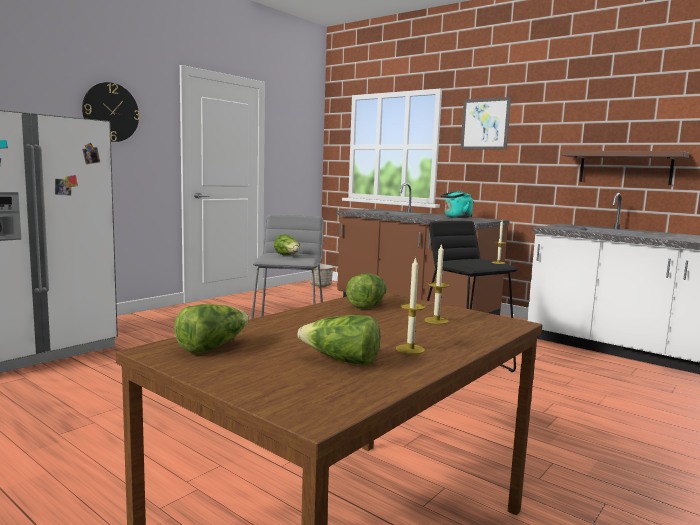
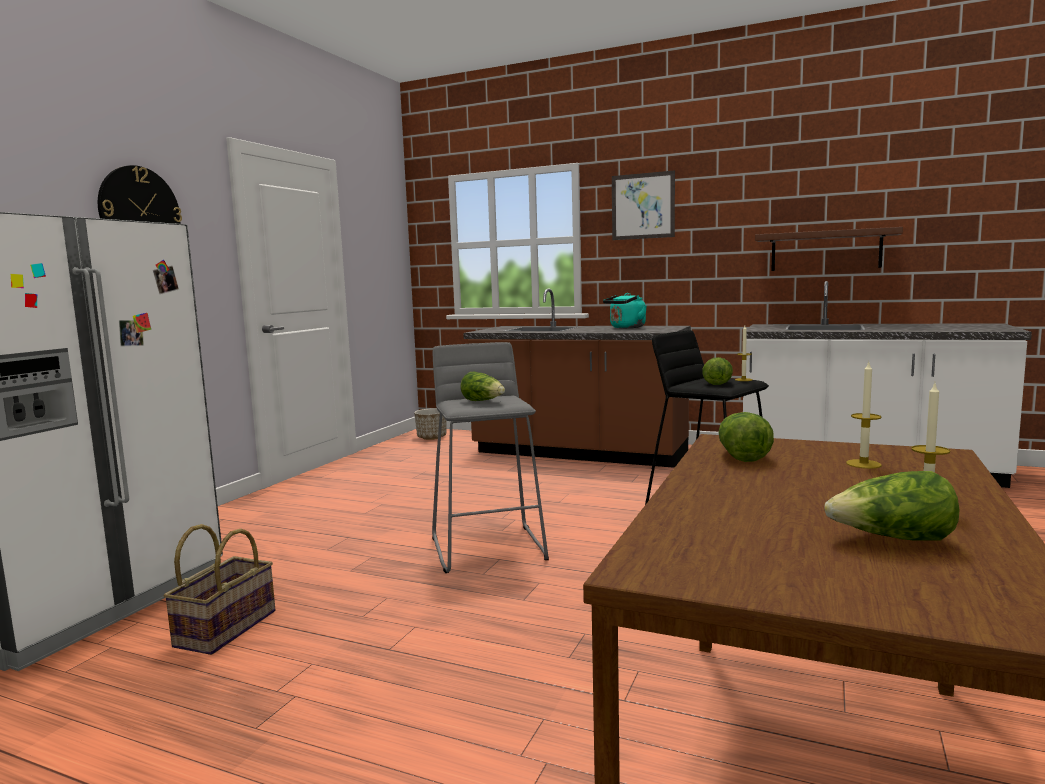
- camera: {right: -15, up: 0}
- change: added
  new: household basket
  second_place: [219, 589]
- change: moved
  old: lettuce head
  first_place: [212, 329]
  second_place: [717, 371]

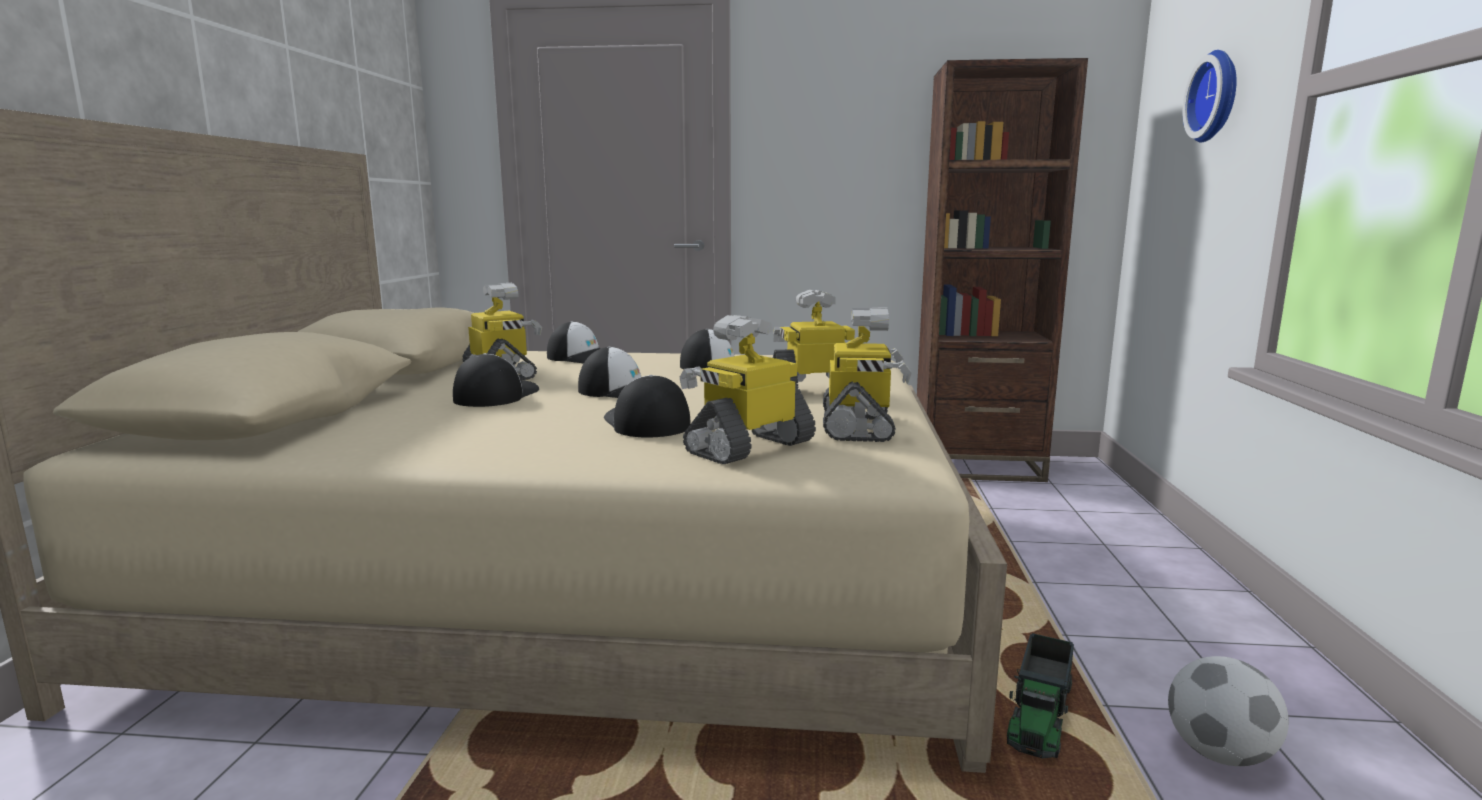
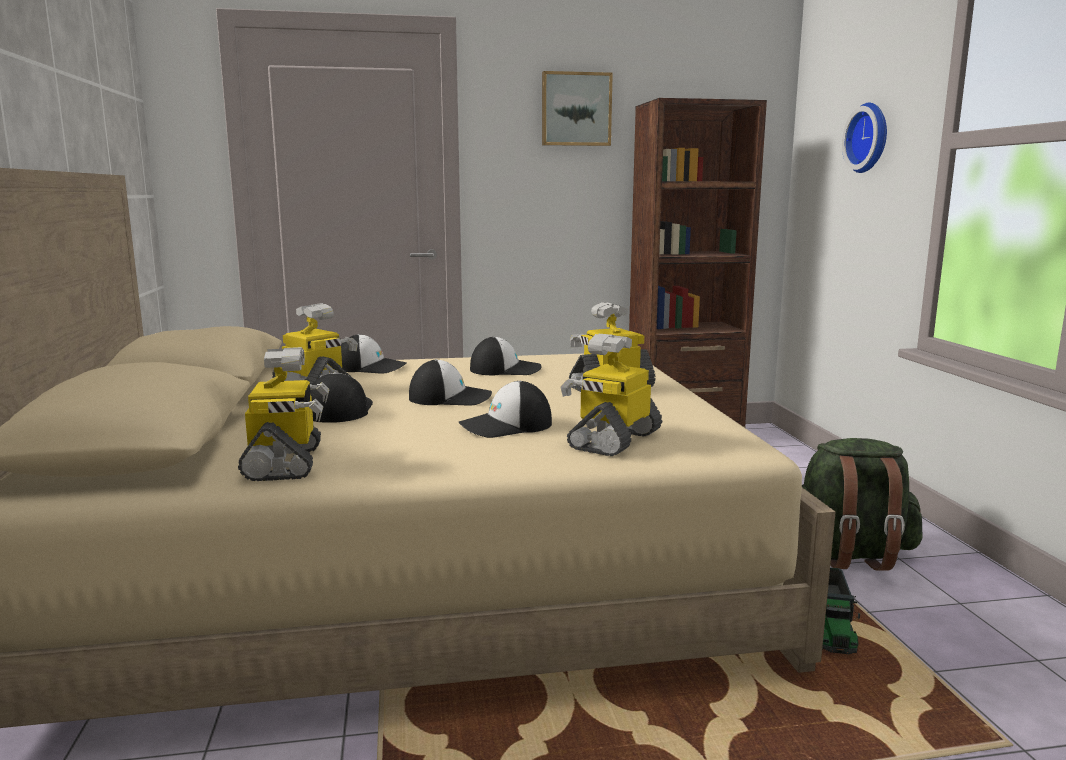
- camera: {right: -15, up: 0}
- change: removed
  old: football ball
  first_place: [1228, 711]
- change: added
  new: wall picture
  second_place: [577, 108]
- change: added
  new: greenish knapsack
  second_place: [862, 504]
- change: moved
  old: robot figure
  first_place: [867, 375]
  second_place: [283, 414]
- change: turned
  old: peaked cap
  first_place: [647, 406]
  second_place: [505, 409]
  degrees: -75

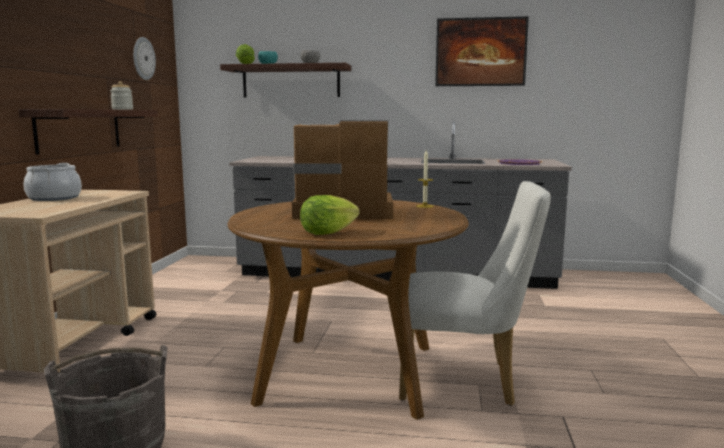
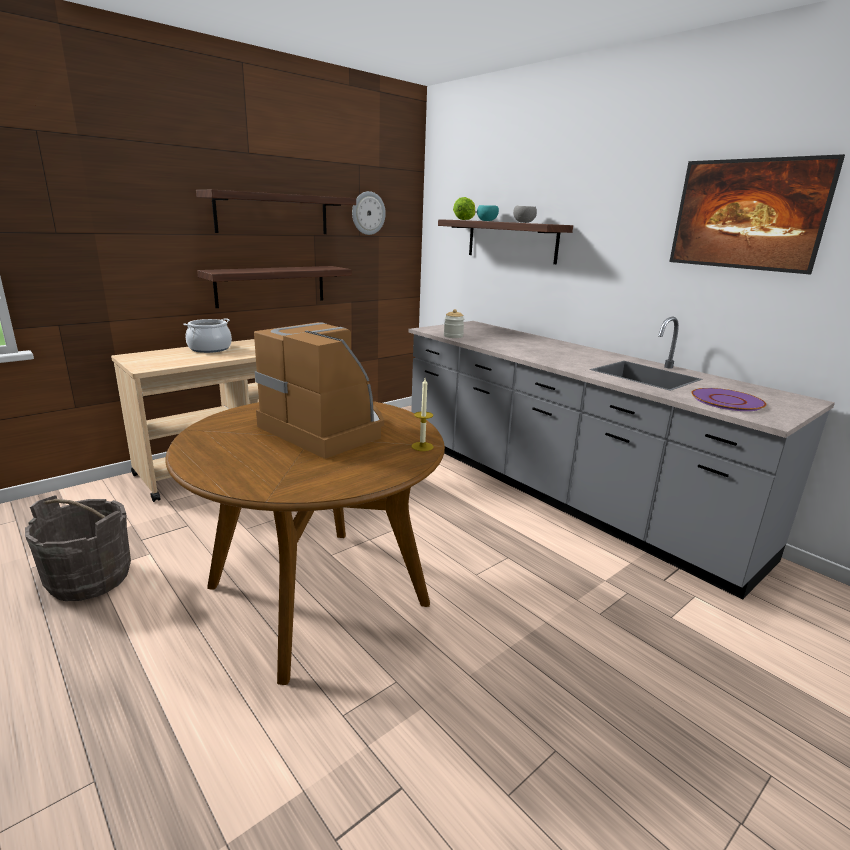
- camera: {right: 40, up: 10}
- change: removed
  old: lettuce head
  first_place: [330, 215]
- change: removed
  old: white-coloured upright chair
  first_place: [475, 293]
- change: added
  new: wall shelf
  second_place: [276, 212]
- change: moved
  old: storage jar
  first_place: [121, 95]
  second_place: [454, 323]

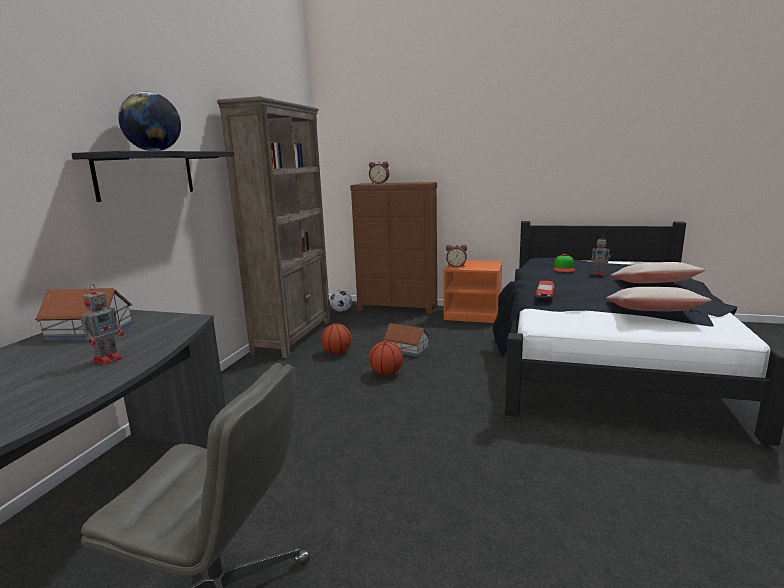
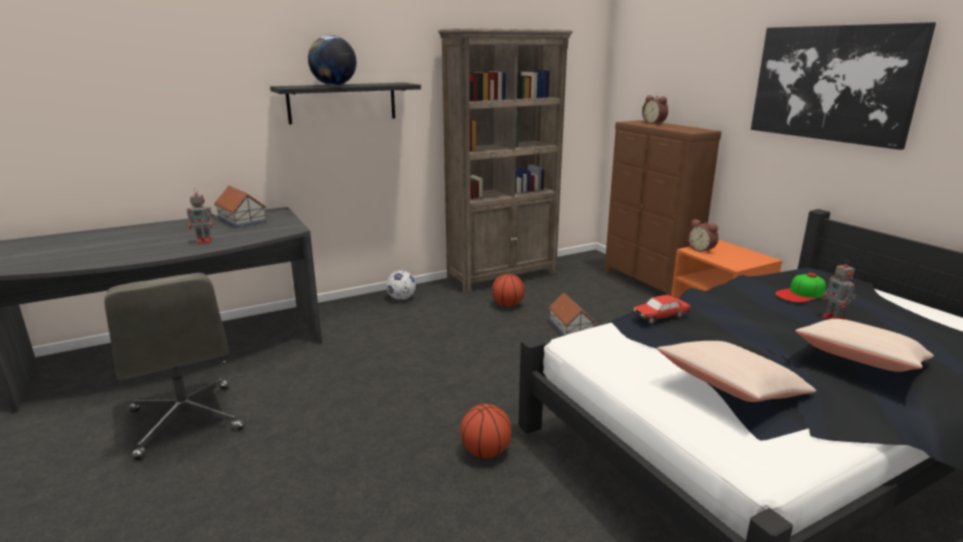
- camera: {right: 45, up: 5}
- change: added
  new: wall picture
  second_place: [843, 86]
- change: moved
  old: football ball
  first_place: [341, 301]
  second_place: [401, 285]
- change: moved
  old: basketball
  first_place: [386, 358]
  second_place: [486, 431]

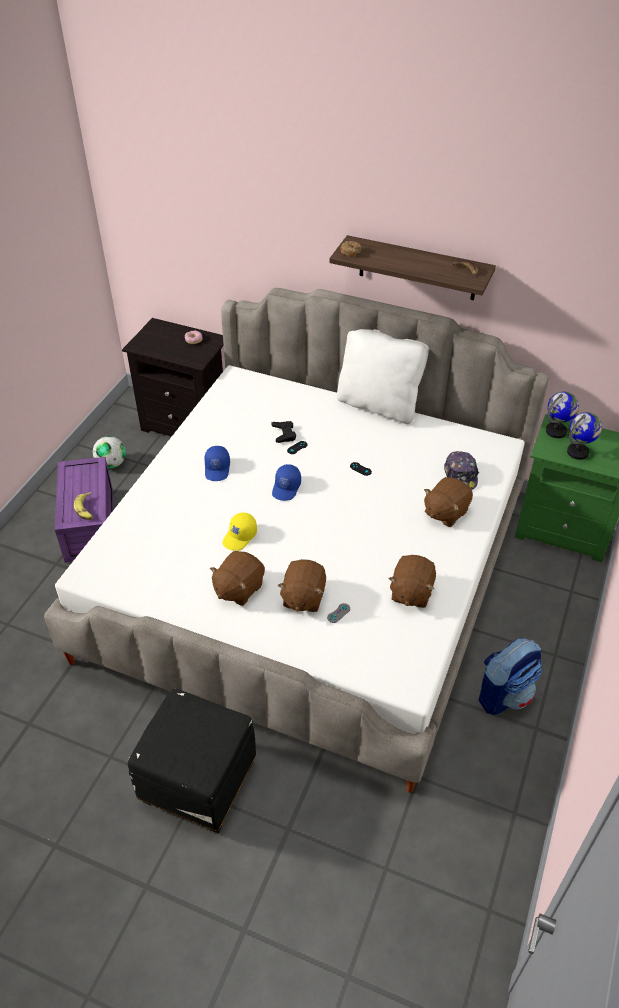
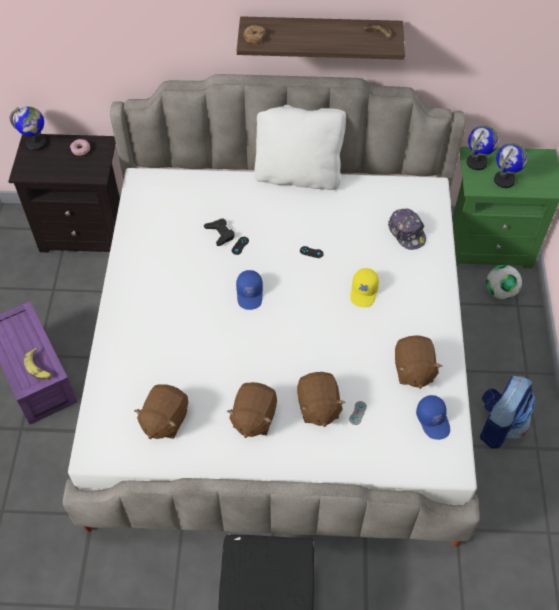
- camera: {right: -20, up: 10}
- change: added
  new: world globe
  second_place: [28, 129]
- change: moved
  old: football ball
  first_place: [109, 452]
  second_place: [504, 282]
- change: moved
  old: blue-coloured peaked cap
  first_place: [217, 463]
  second_place: [433, 417]
- change: moved
  old: yellow peaked cap
  first_place: [239, 531]
  second_place: [364, 288]
- change: moved
  old: brown cuddly toy
  first_place: [448, 502]
  second_place: [161, 411]

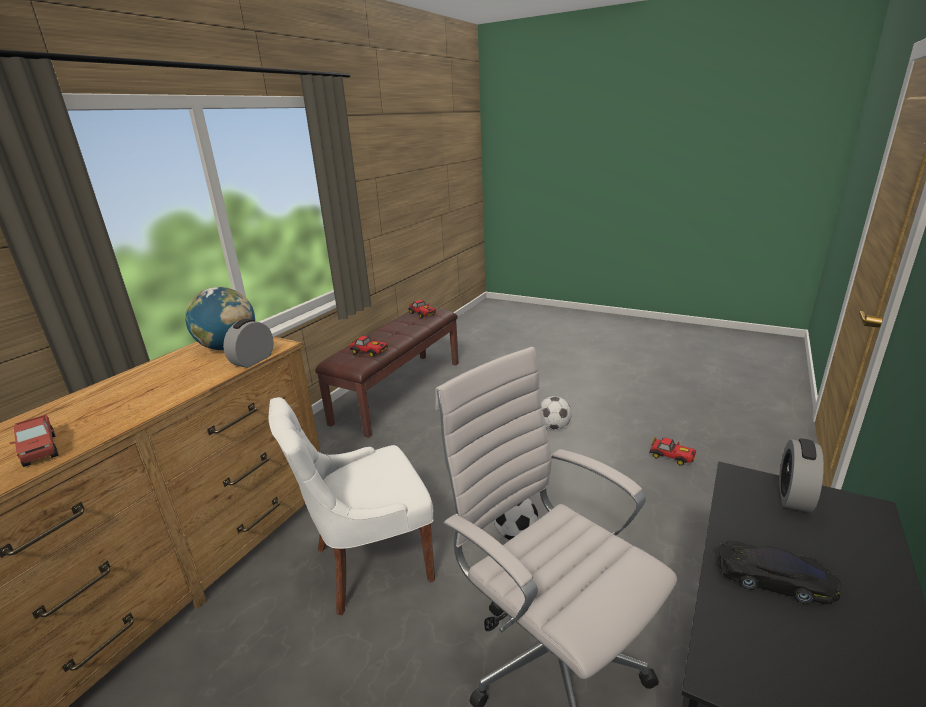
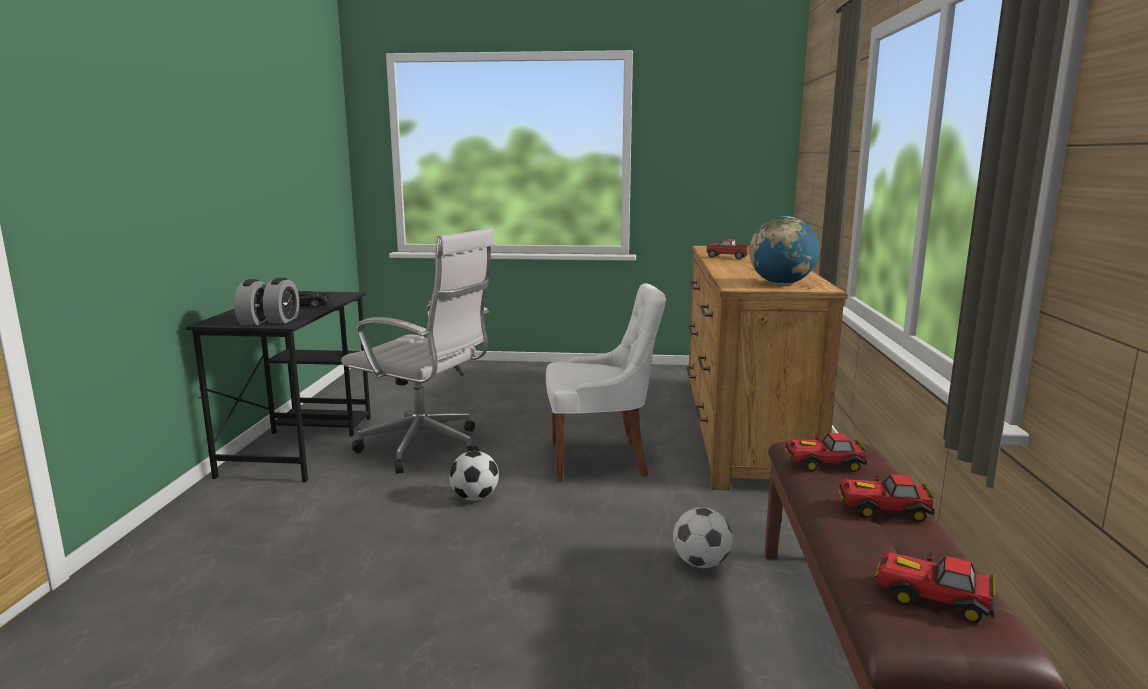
- camera: {right: 155, up: -10}
- change: moved
  old: bedside clock
  first_place: [248, 343]
  second_place: [281, 301]
- change: moved
  old: football ball
  first_place: [556, 413]
  second_place: [703, 537]
- change: moved
  old: model car
  first_place: [672, 452]
  second_place: [886, 498]
- change: turned
  old: white-coloured upright chair
  first_place: [351, 506]
  second_place: [606, 382]
  degrees: 45

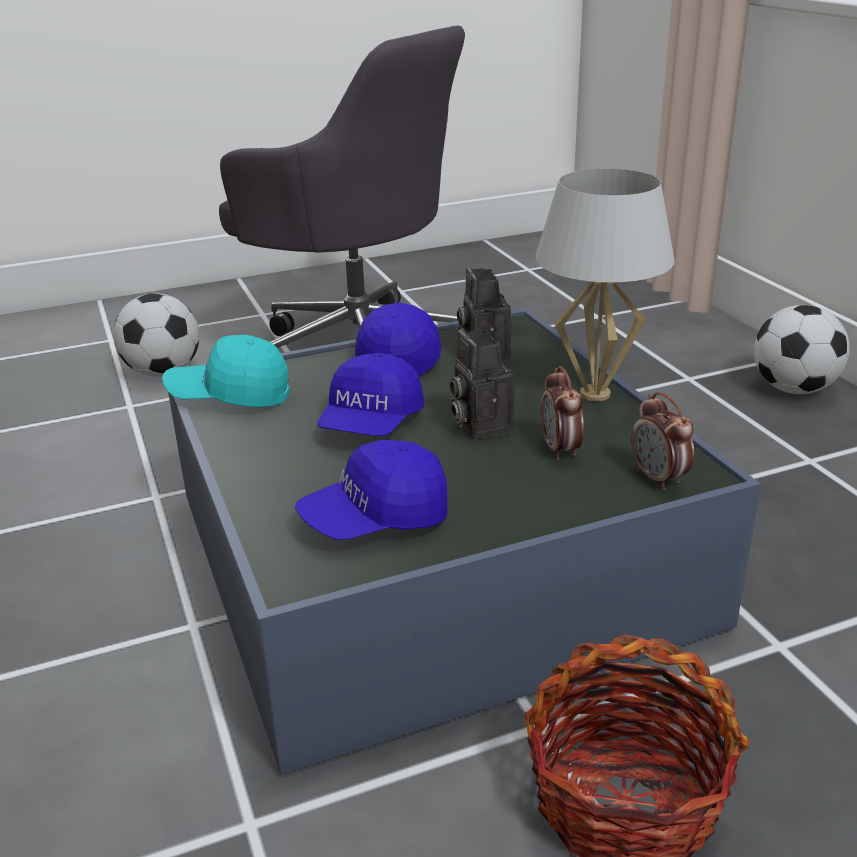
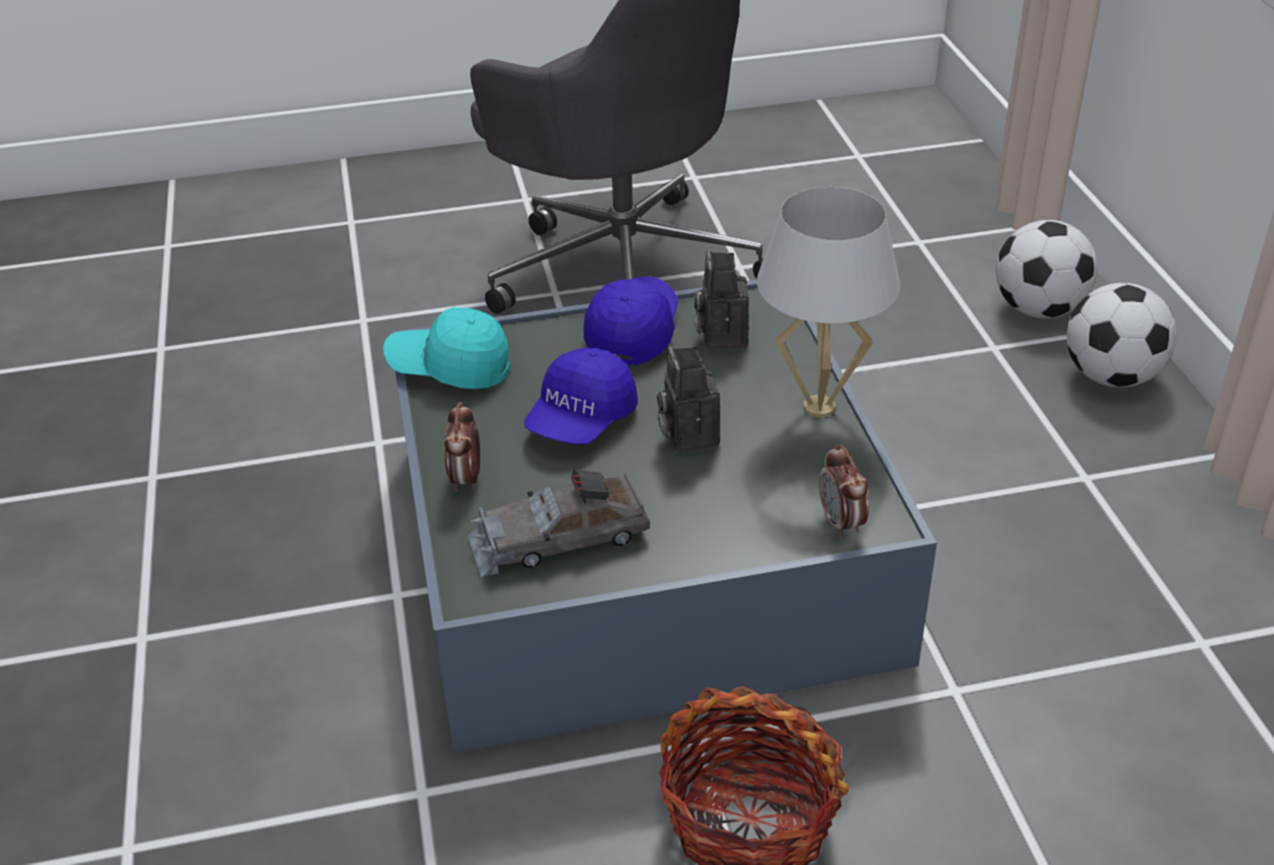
- camera: {right: 10, up: 10}
- change: moved
  old: football ball
  first_place: [156, 335]
  second_place: [1047, 269]
- change: moved
  old: bedside clock
  first_place: [562, 413]
  second_place: [462, 447]
- change: replaced
  old: blue-coloured peaked cap
  new: greyish model car
  first_place: [371, 490]
  second_place: [558, 523]

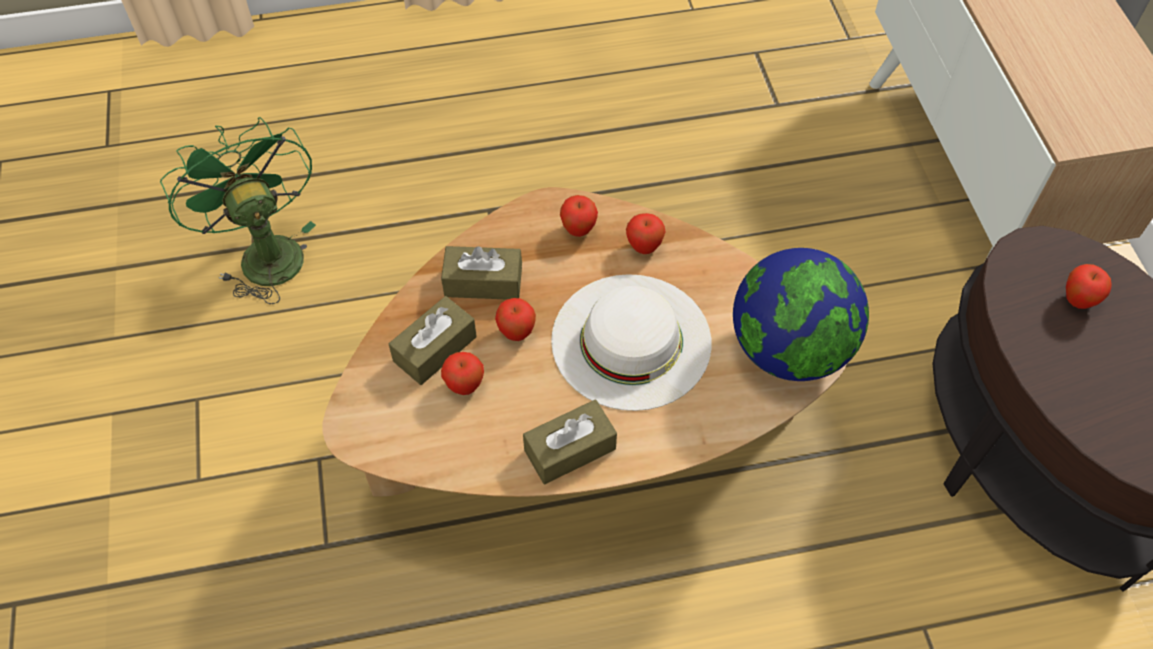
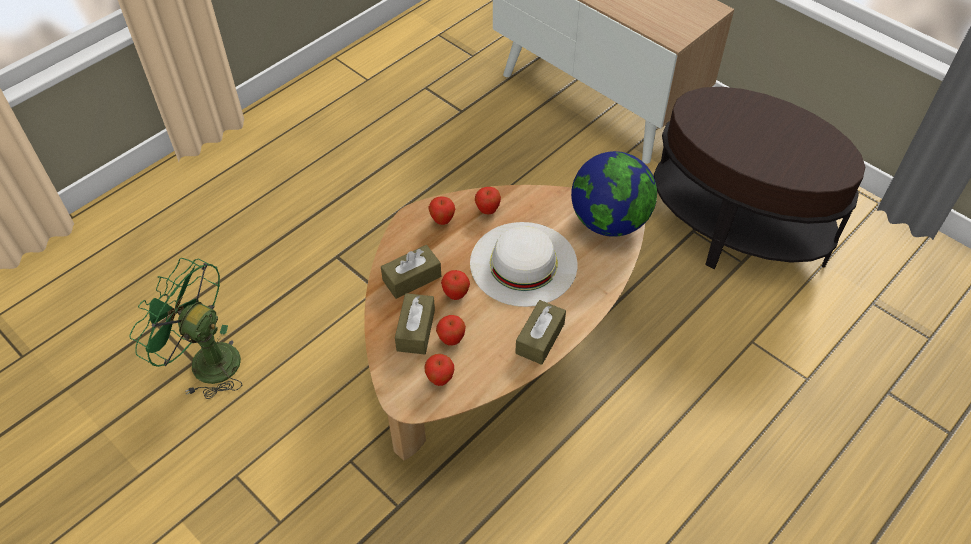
- camera: {right: -35, up: -5}
- change: moved
  old: whole apple
  first_place: [1089, 286]
  second_place: [439, 370]

